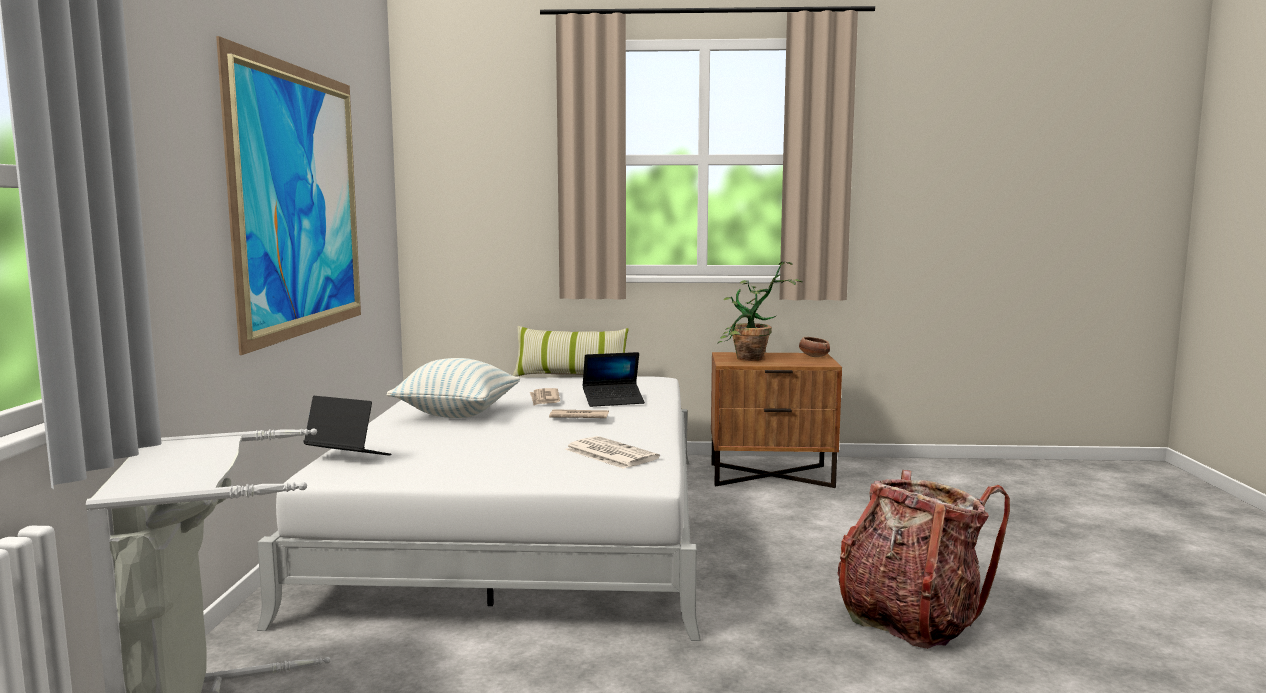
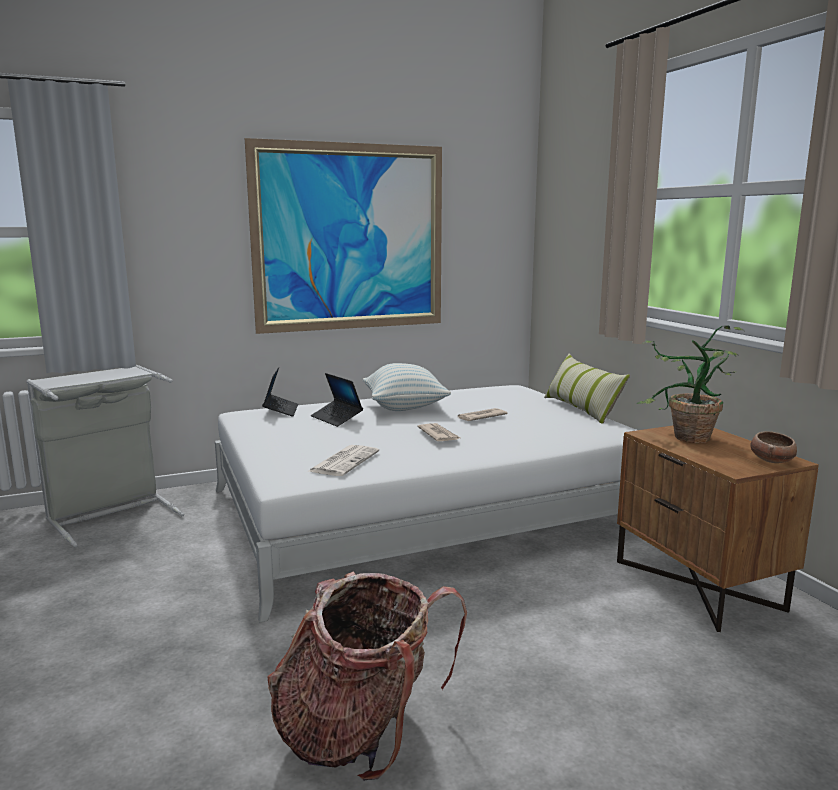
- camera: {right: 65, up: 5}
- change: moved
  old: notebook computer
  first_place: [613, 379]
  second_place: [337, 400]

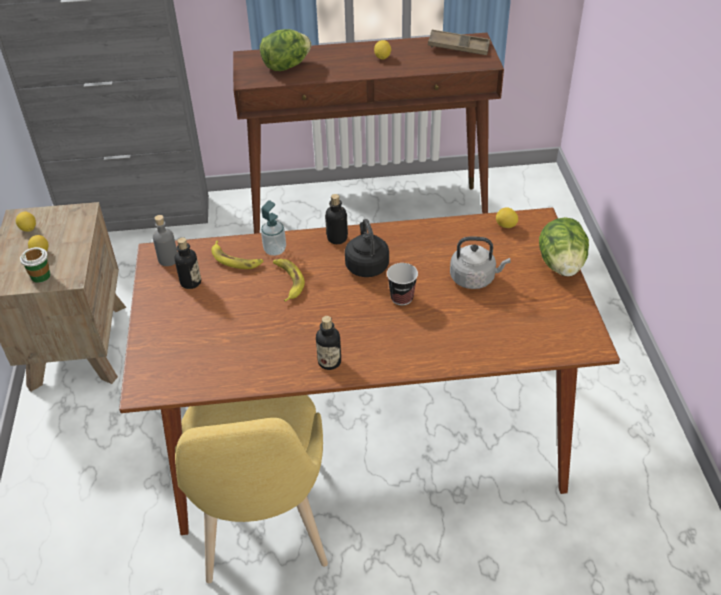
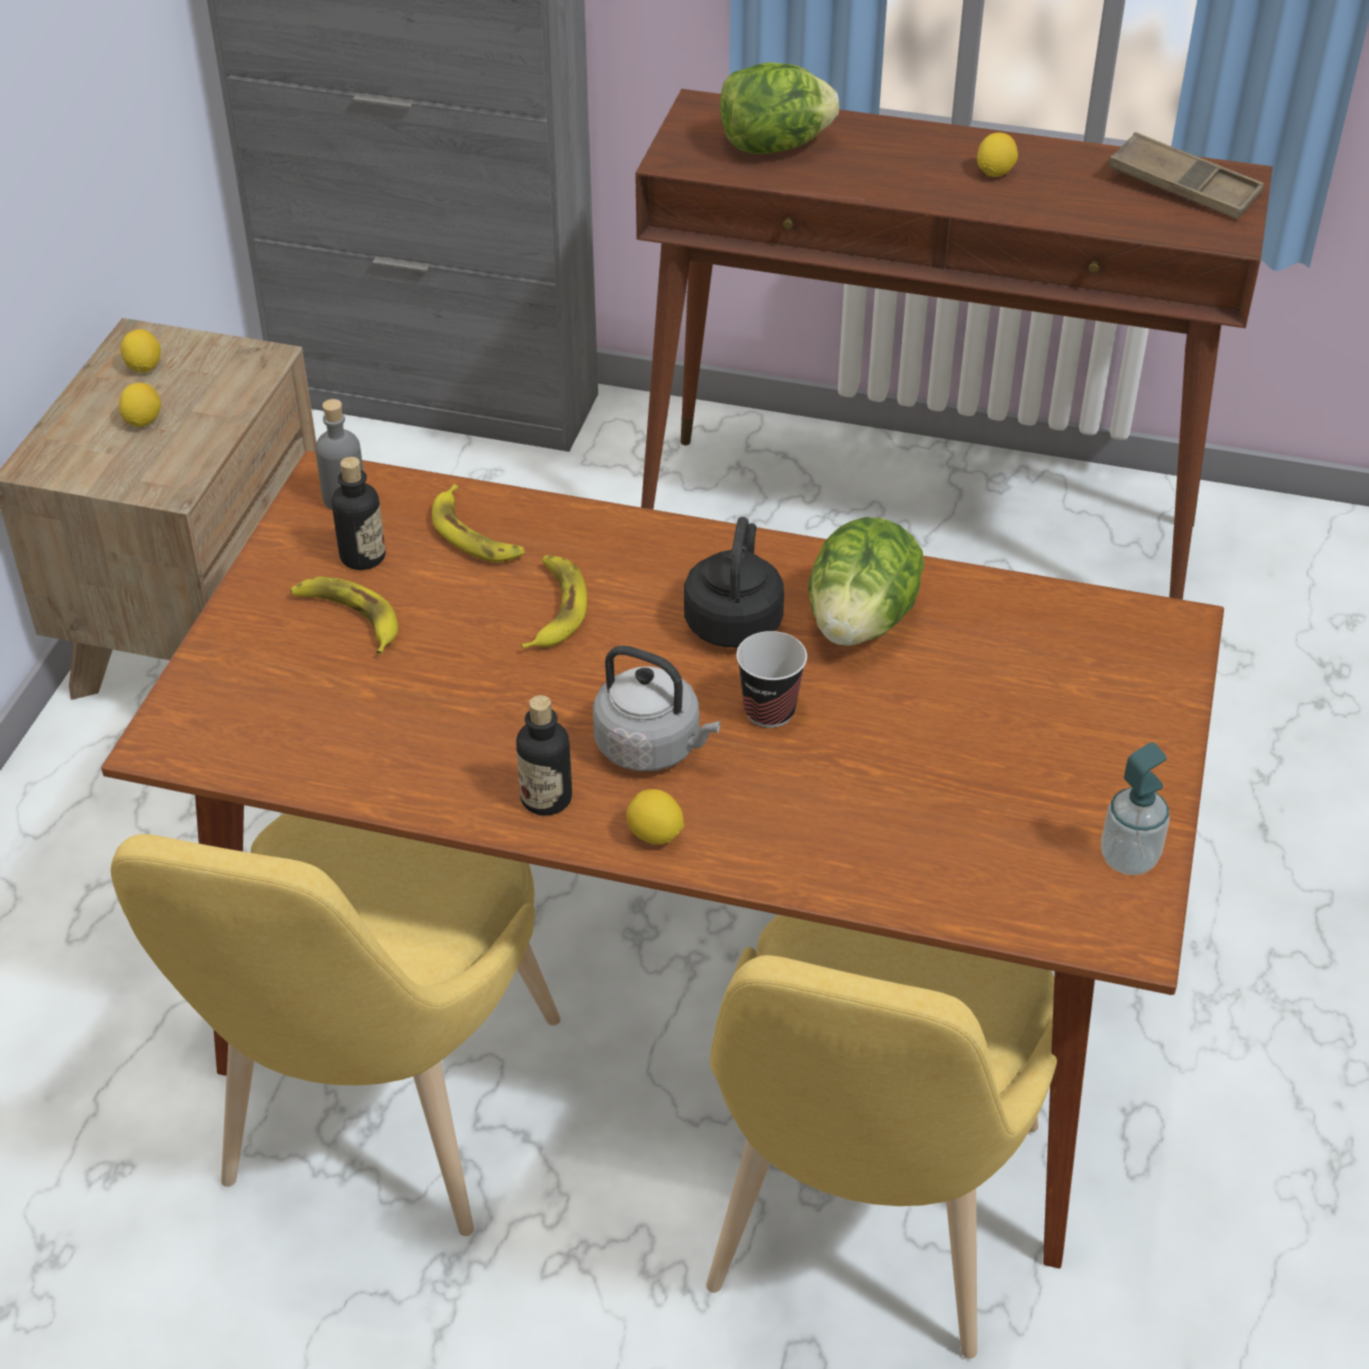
- camera: {right: 20, up: 0}
- change: removed
  old: drinking cup
  first_place: [35, 265]
- change: removed
  old: beverage bottle
  first_place: [336, 219]
- change: added
  new: banana fruit
  second_place: [344, 615]
- change: added
  new: yellow upright chair
  second_place: [881, 1137]
- change: moved
  old: soap dispenser
  first_place: [273, 228]
  second_place: [1135, 808]
- change: moved
  old: greyish water kettle
  first_place: [480, 262]
  second_place: [657, 708]
- change: moved
  old: citrus fruit
  first_place: [507, 217]
  second_place: [655, 816]
- change: moved
  old: lettuce head
  first_place: [564, 247]
  second_place: [866, 581]

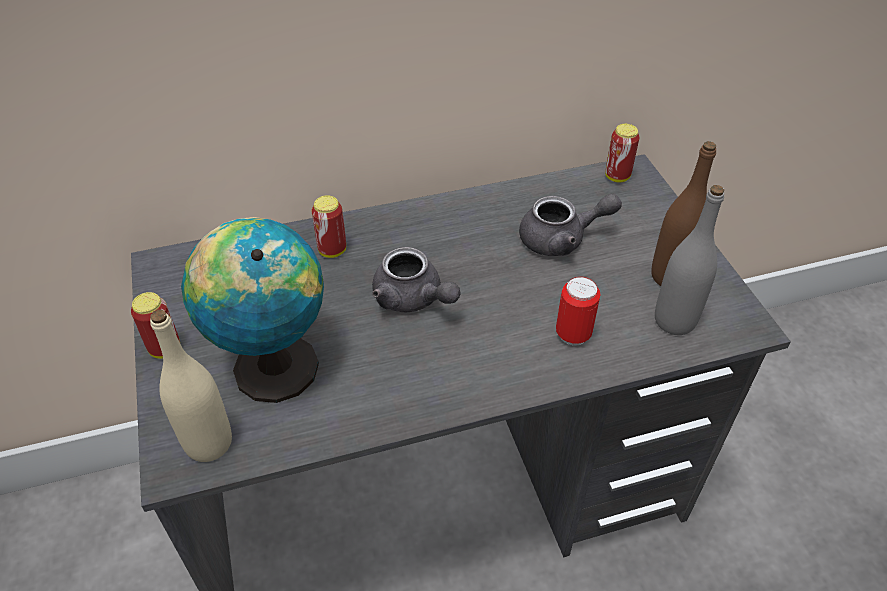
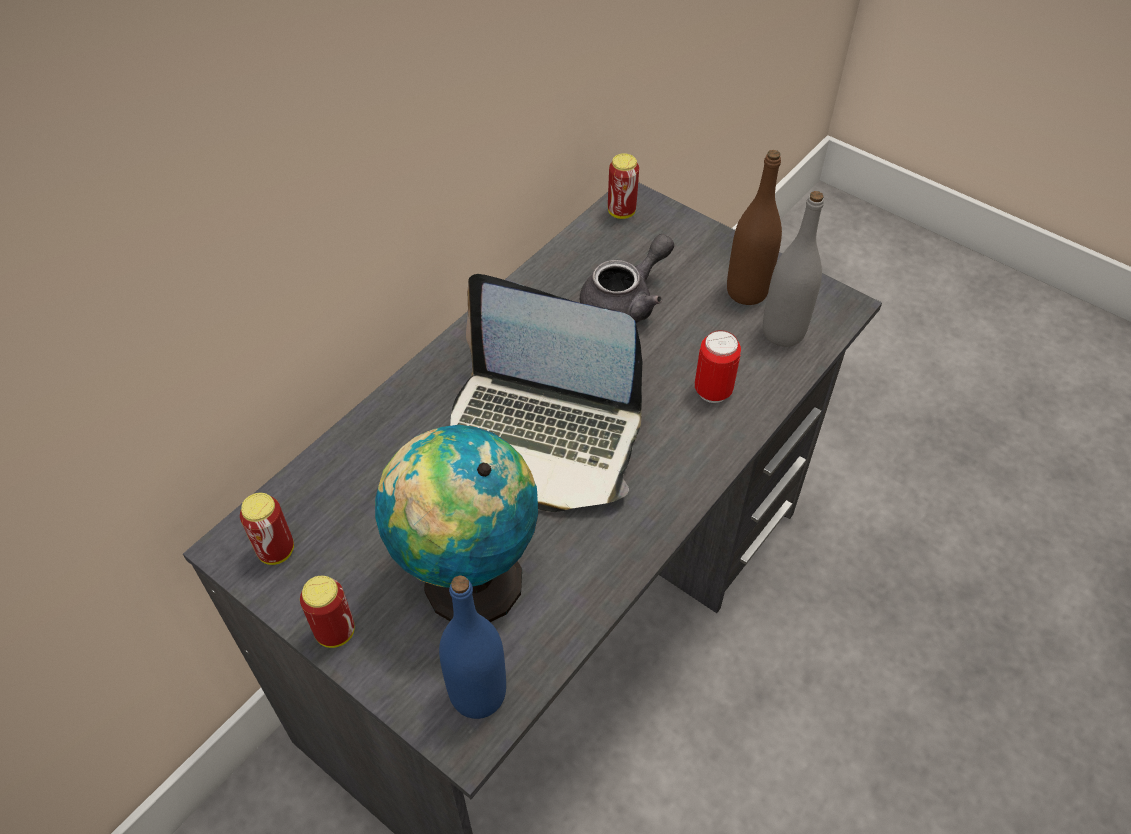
- camera: {right: -35, up: 5}
- change: moved
  old: can
  first_place: [329, 226]
  second_place: [267, 529]
- change: replaced
  old: greyish tea pot
  new: notebook computer
  first_place: [416, 279]
  second_place: [546, 393]
- change: recoloured
  old: beige beverage bottle
  new: blue-coloured beverage bottle
  first_place: [191, 385]
  second_place: [472, 647]

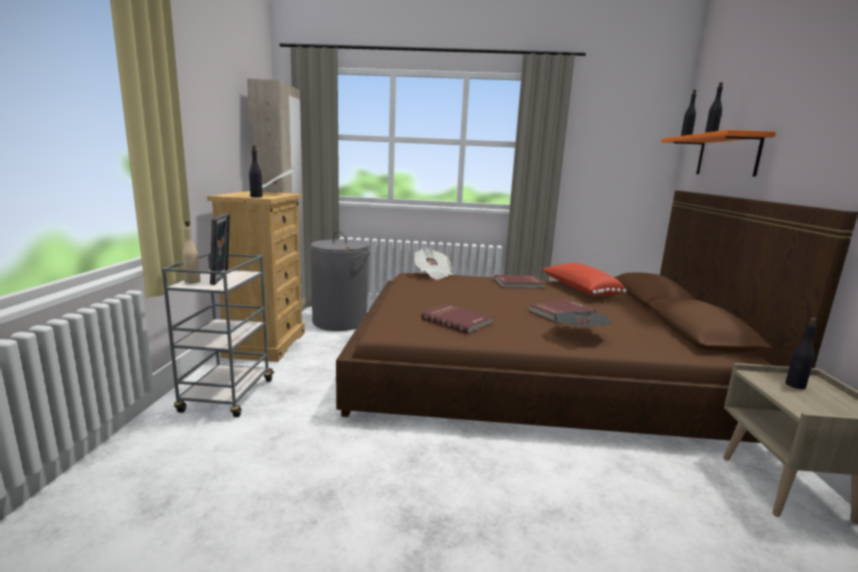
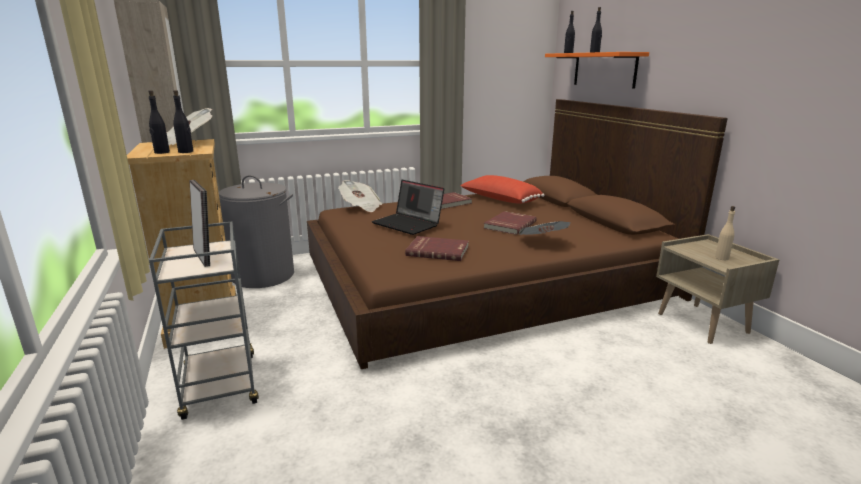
- camera: {right: -25, up: 5}
- change: added
  new: notebook computer
  second_place: [408, 207]
- change: moved
  old: beige beverage bottle
  first_place: [191, 252]
  second_place: [725, 233]
- change: moved
  old: black-coloured beverage bottle
  first_place: [801, 353]
  second_place: [159, 122]

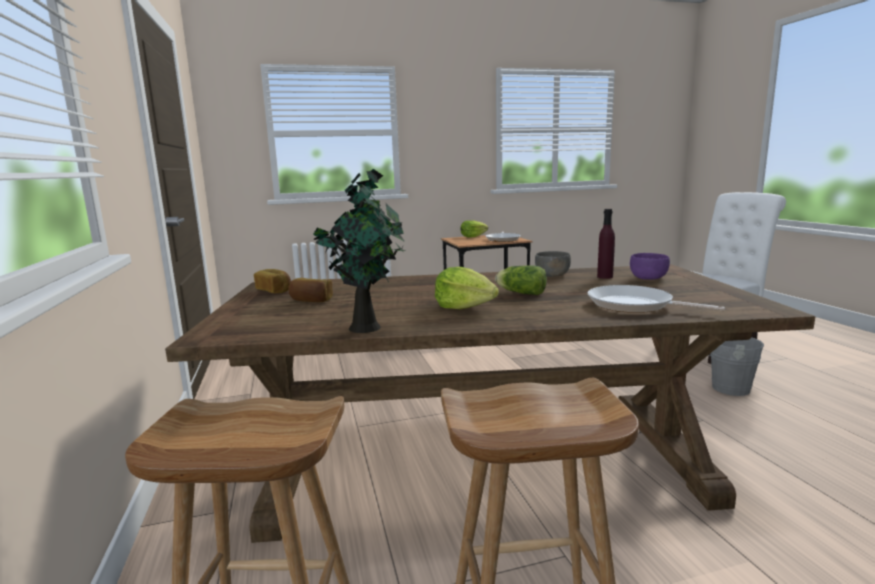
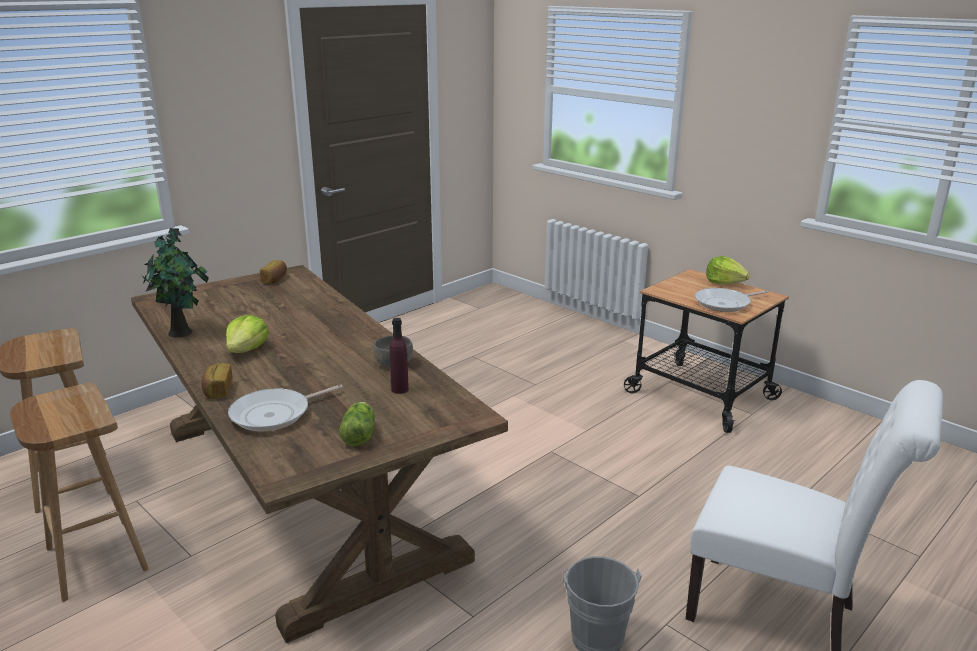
- camera: {right: 60, up: 10}
- change: removed
  old: purplish serving bowl
  first_place: [650, 266]
- change: moved
  old: baked bread
  first_place: [310, 290]
  second_place: [217, 381]
- change: moved
  old: lettuce head
  first_place: [521, 280]
  second_place: [357, 424]
- change: turned
  old: pan
  first_place: [656, 299]
  second_place: [285, 407]
  degrees: -135

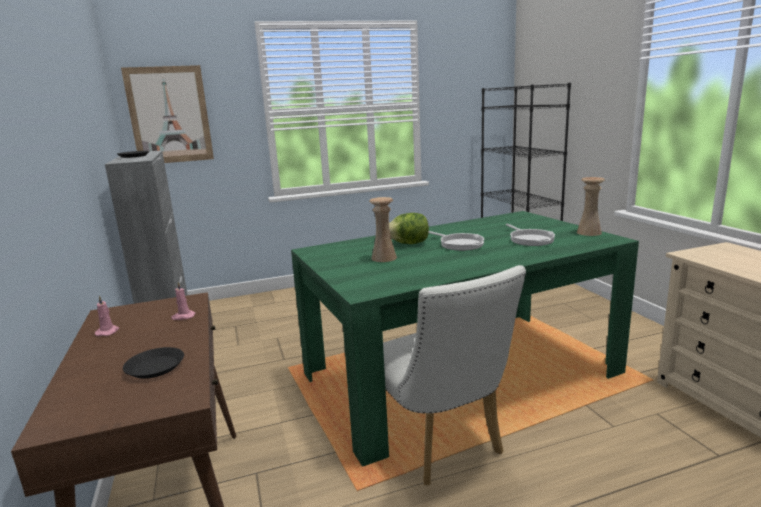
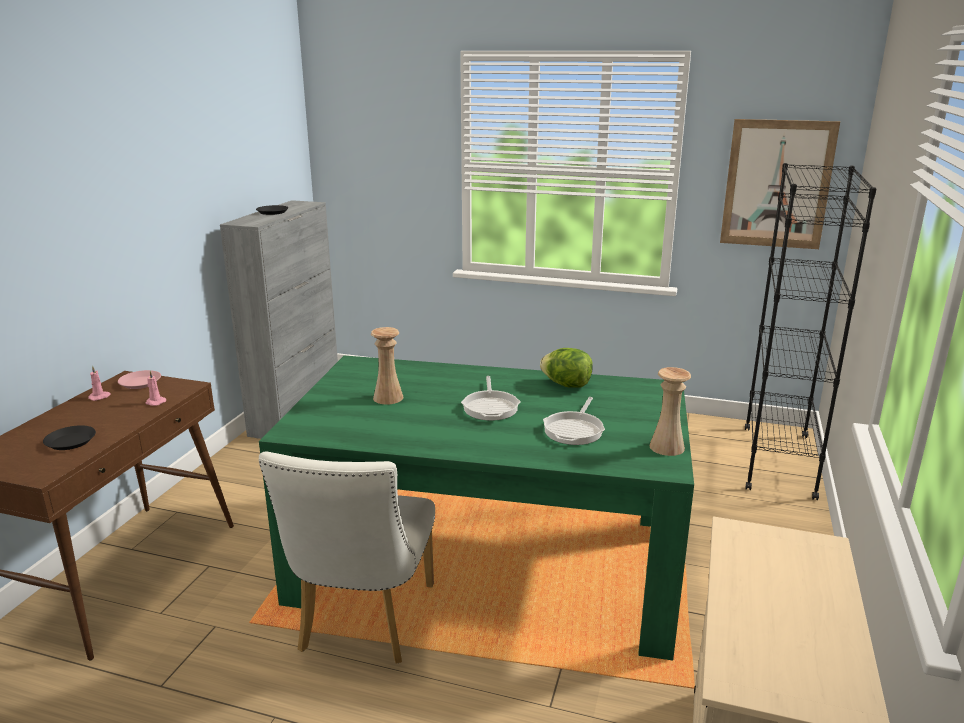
- camera: {right: 35, up: 5}
- change: added
  new: pink-coloured plate
  second_place: [139, 379]
- change: moved
  old: wall picture
  first_place: [167, 114]
  second_place: [780, 184]
- change: moved
  old: lettuce head
  first_place: [409, 228]
  second_place: [566, 368]

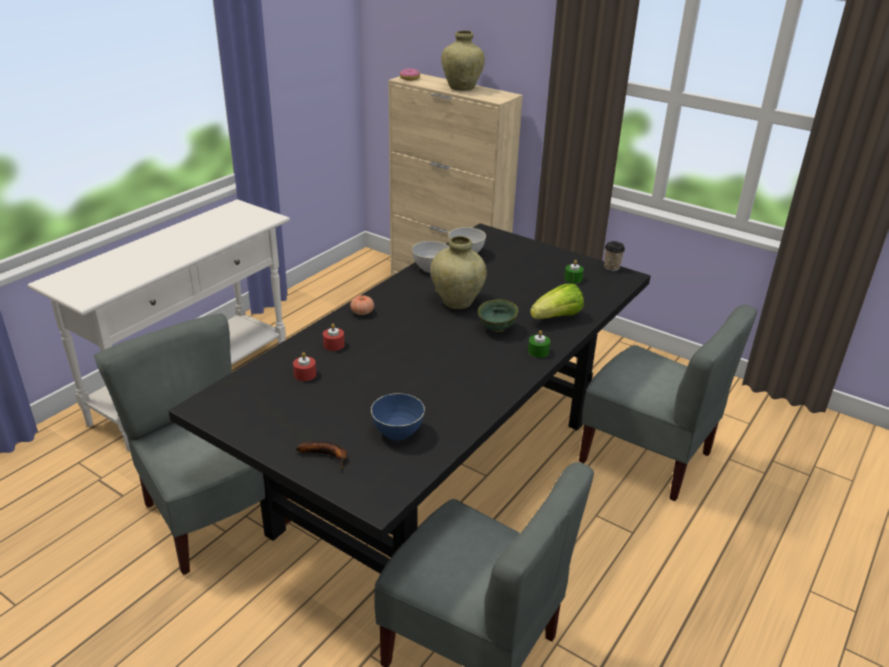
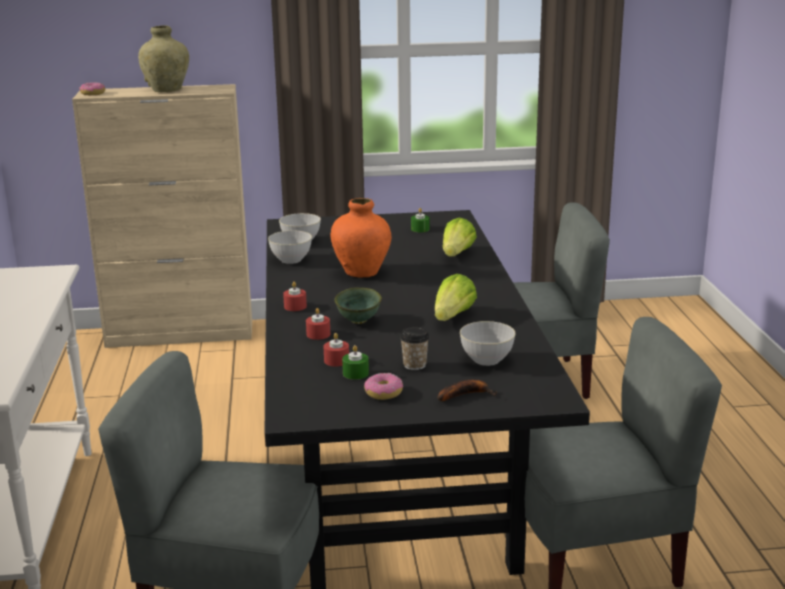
- camera: {right: -40, up: -10}
- change: added
  new: doughnut
  second_place: [383, 386]
- change: added
  new: lettuce head
  second_place: [456, 297]
- change: moved
  old: greenish serving bowl
  first_place: [497, 315]
  second_place: [358, 305]
- change: moved
  old: greenish candle
  first_place: [539, 344]
  second_place: [355, 362]
- change: moved
  old: drinking cup
  first_place: [614, 256]
  second_place: [414, 348]
- change: replaced
  old: tomato
  new: reddish candle
  first_place: [362, 305]
  second_place: [295, 296]
- change: recoloured
  old: blue-coloured serving bowl
  new: greyish serving bowl
  first_place: [398, 416]
  second_place: [488, 343]
- change: recoloured
  old: beige flower vase
  new: orangey flower vase
  first_place: [458, 272]
  second_place: [360, 238]

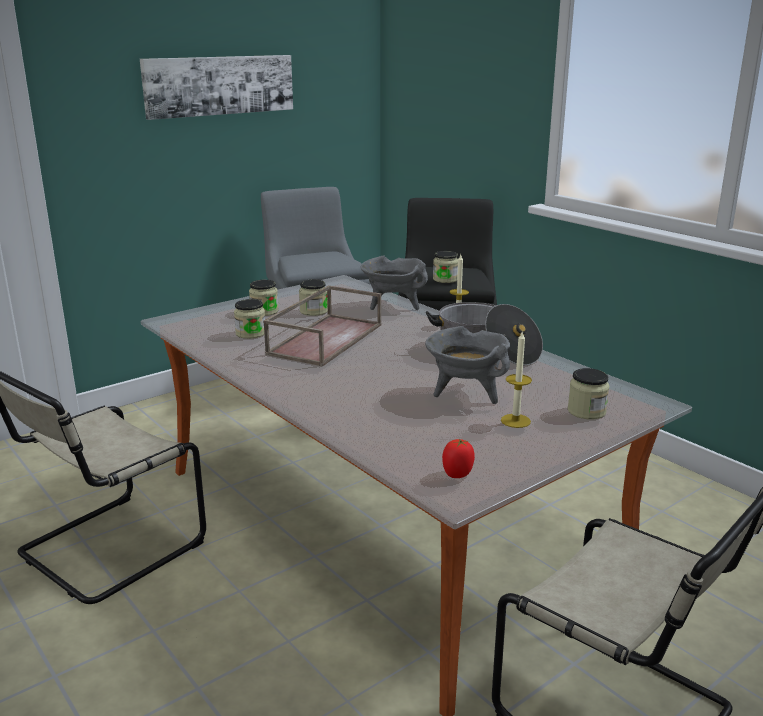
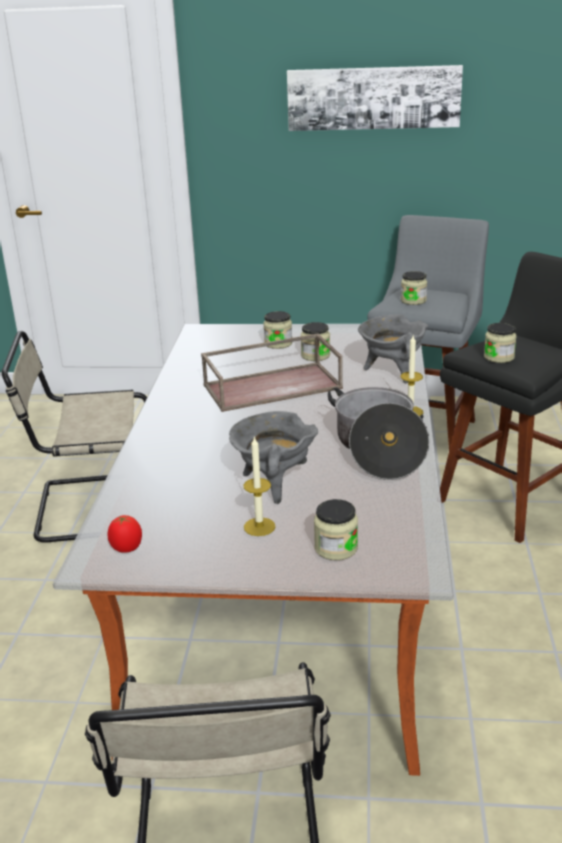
- camera: {right: 45, up: 5}
- change: moved
  old: storage jar
  first_place: [249, 319]
  second_place: [414, 288]

